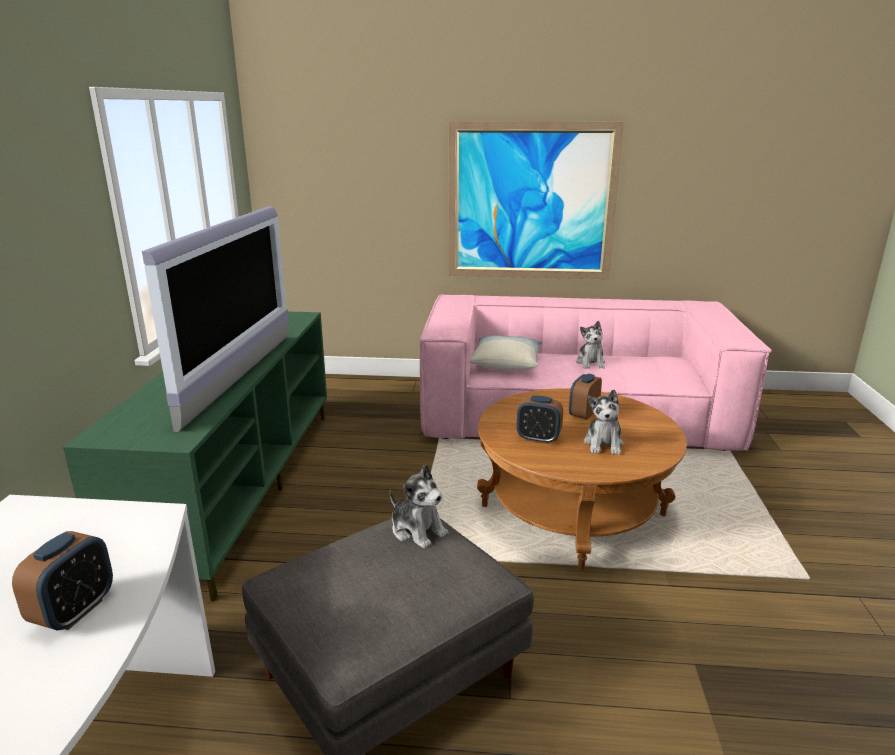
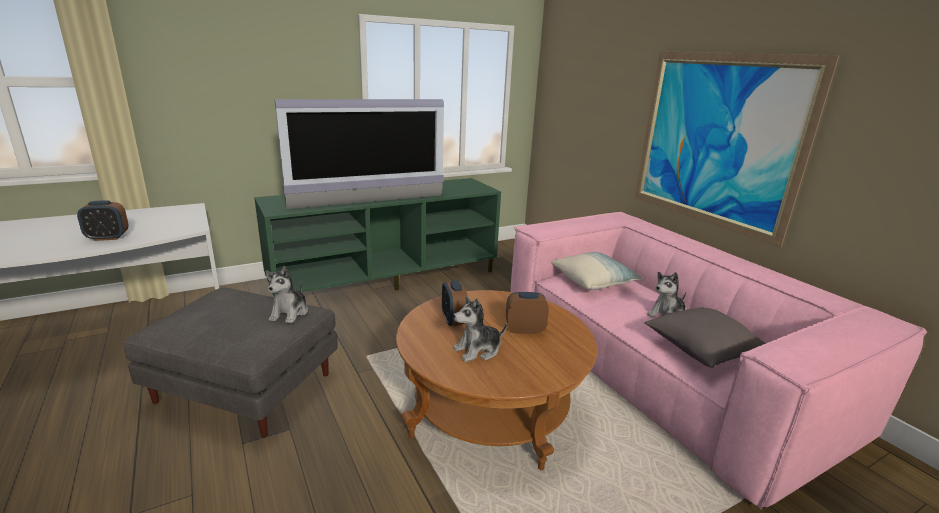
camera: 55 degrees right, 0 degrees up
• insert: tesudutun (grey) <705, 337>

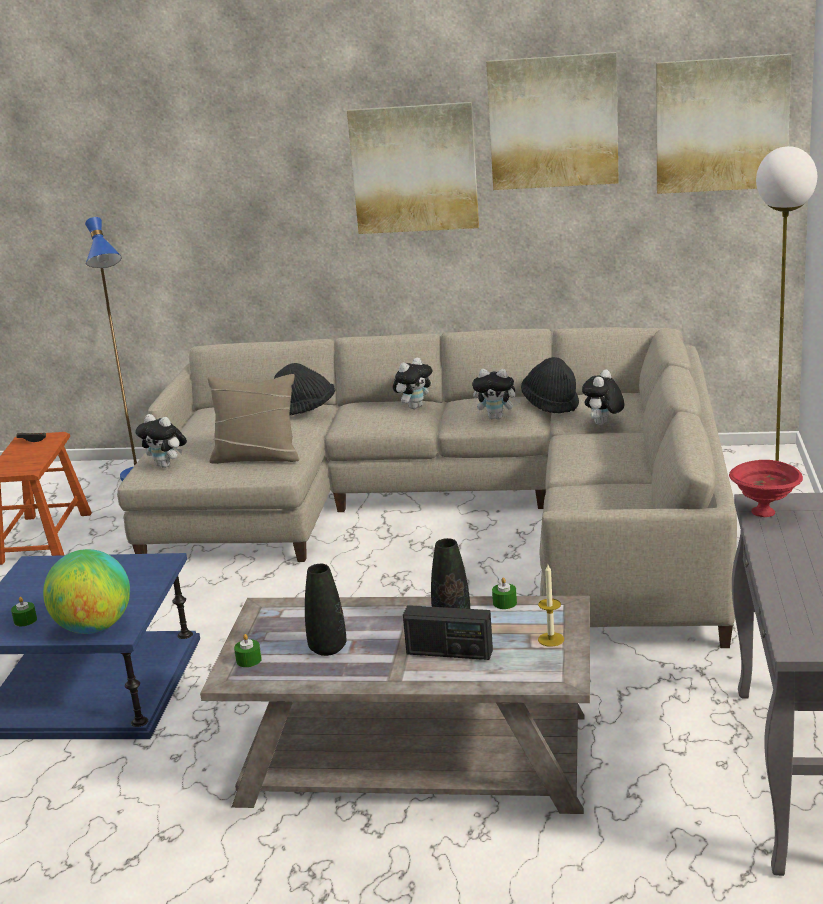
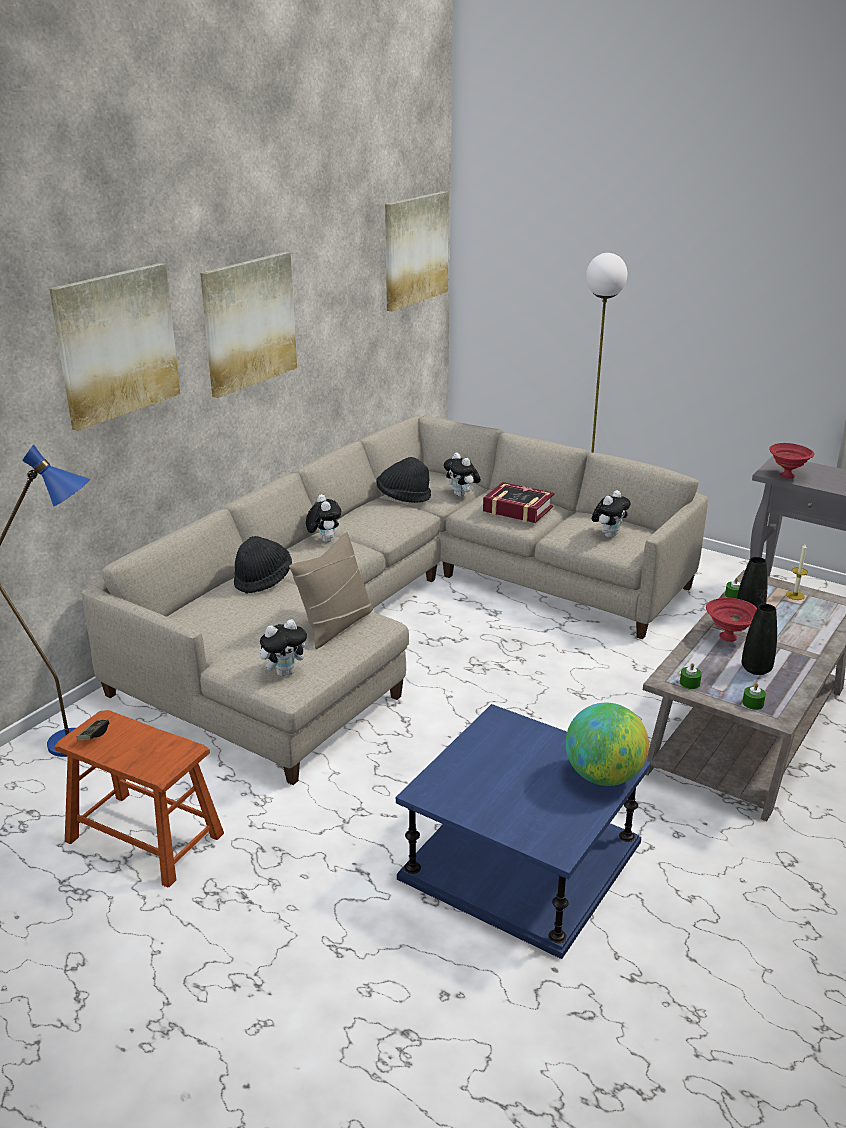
camera: 65 degrees left, 5 degrees up
• move: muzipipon <552, 121> to <114, 347>
• move: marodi <496, 394> to <611, 514>
• move: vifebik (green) <24, 611> to <691, 676>
• delete: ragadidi <448, 632>
• insert: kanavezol <518, 502>
• insert: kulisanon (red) <731, 620>

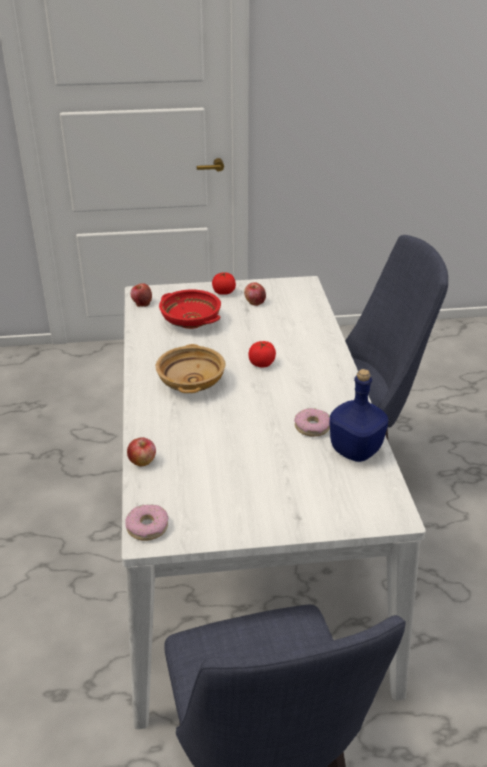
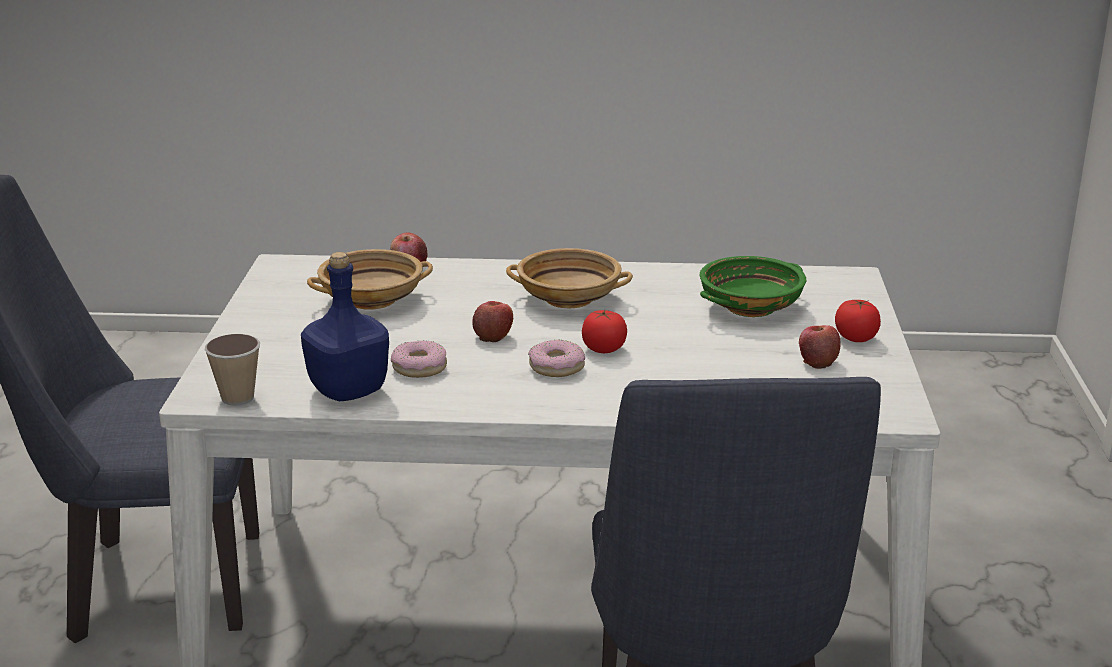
camera: 100 degrees right, 10 degrees down
• move: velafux <141, 295> to <492, 321>
• recolor: kulisanon (red) <190, 309> to kulisanon (green) <753, 286>
• move: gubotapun <146, 522> to <556, 358>
• insert: kulisanon (beige) <370, 279>
• insert: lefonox <232, 370>

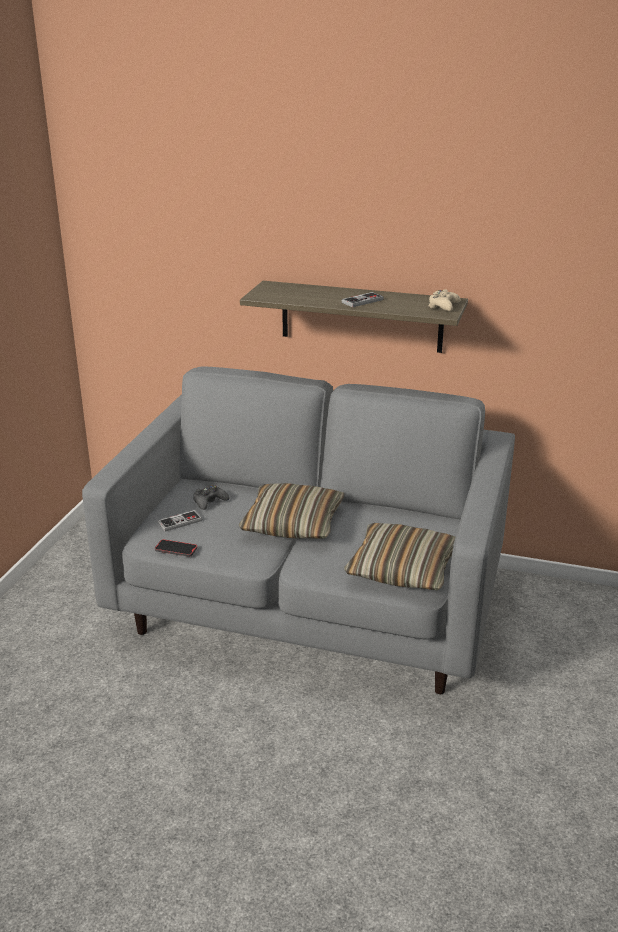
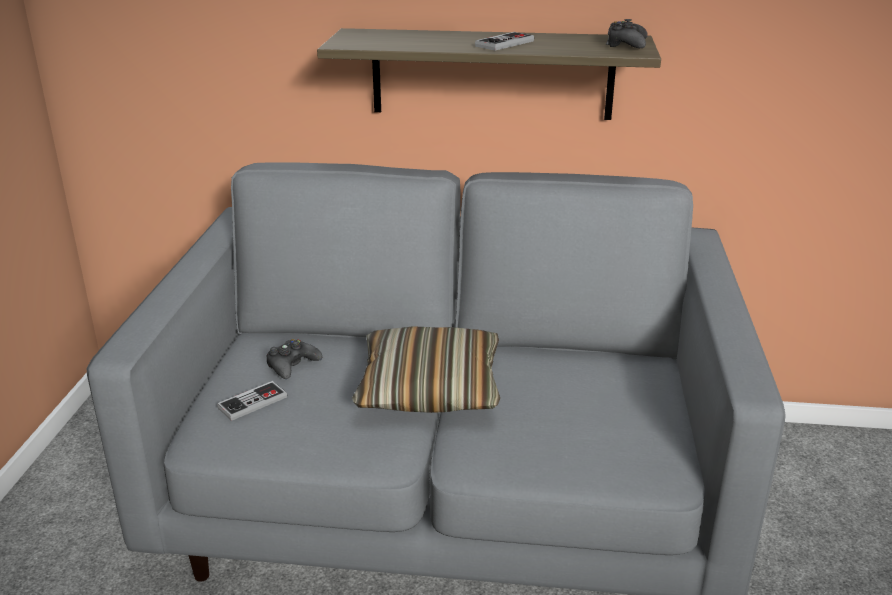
camera: 10 degrees left, 0 degrees up
• recolor: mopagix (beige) <444, 300> to mopagix (black) <627, 33>
• delete: tesudutun <400, 556>
• delete: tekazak <176, 548>

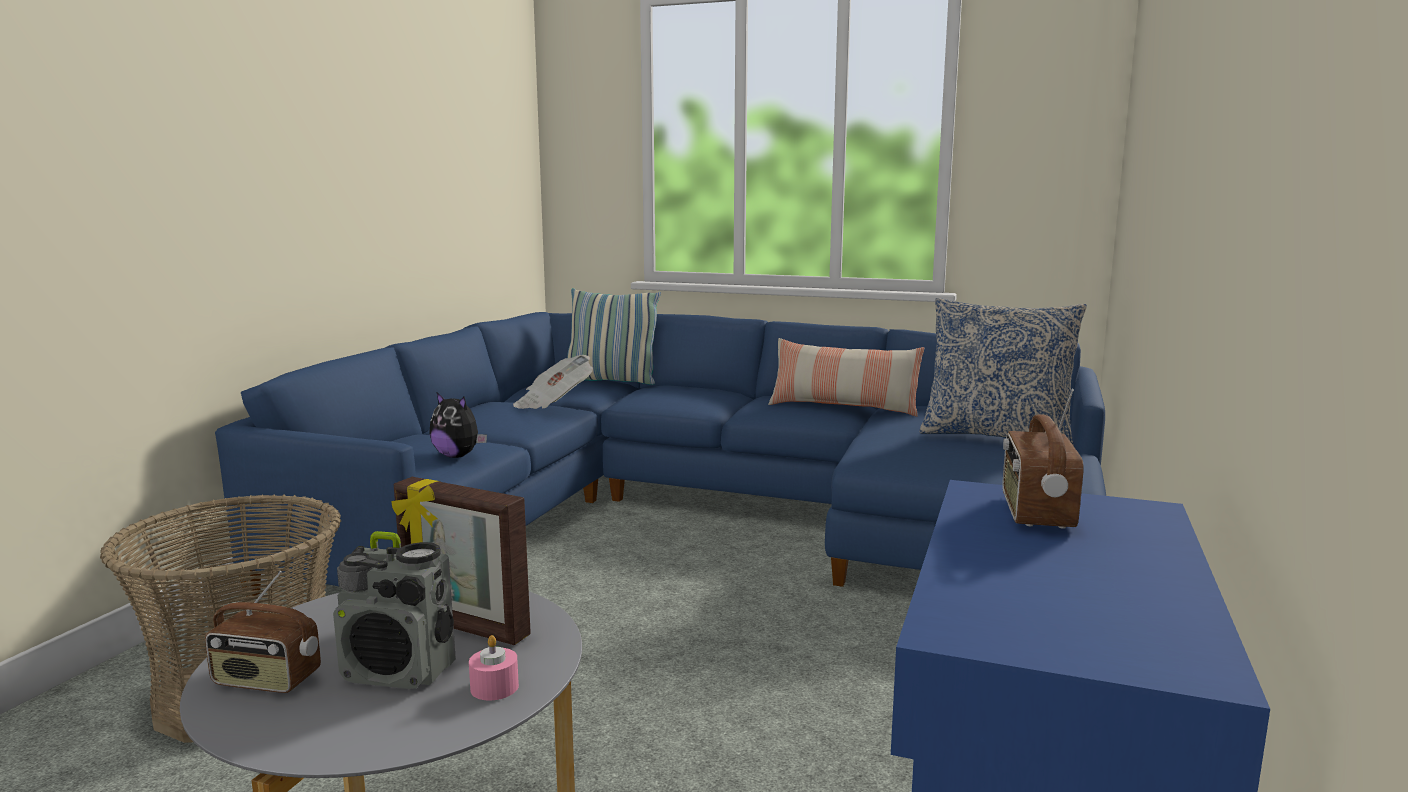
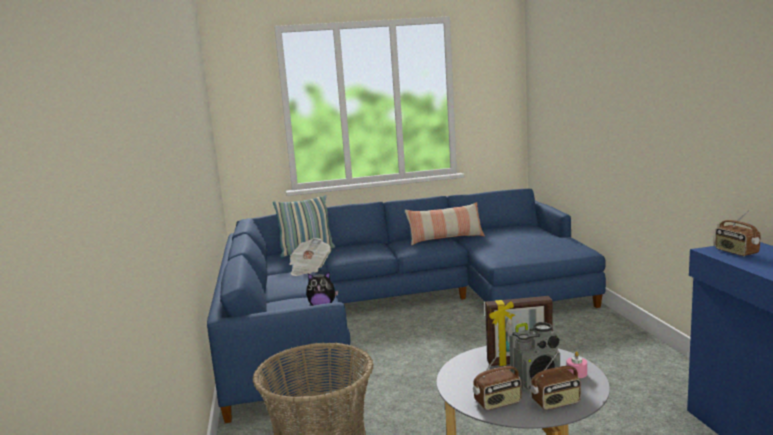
camera: 30 degrees left, 0 degrees up
• delete: tesudutun <1003, 372>
• insert: ragadidi <556, 380>

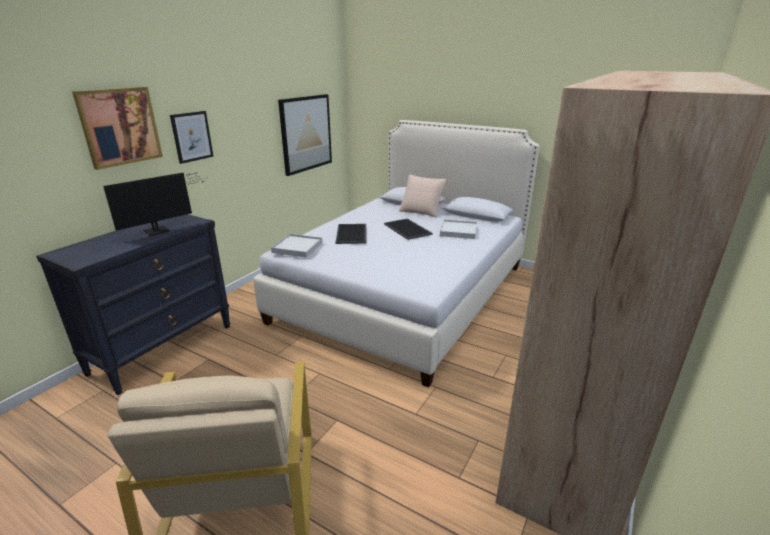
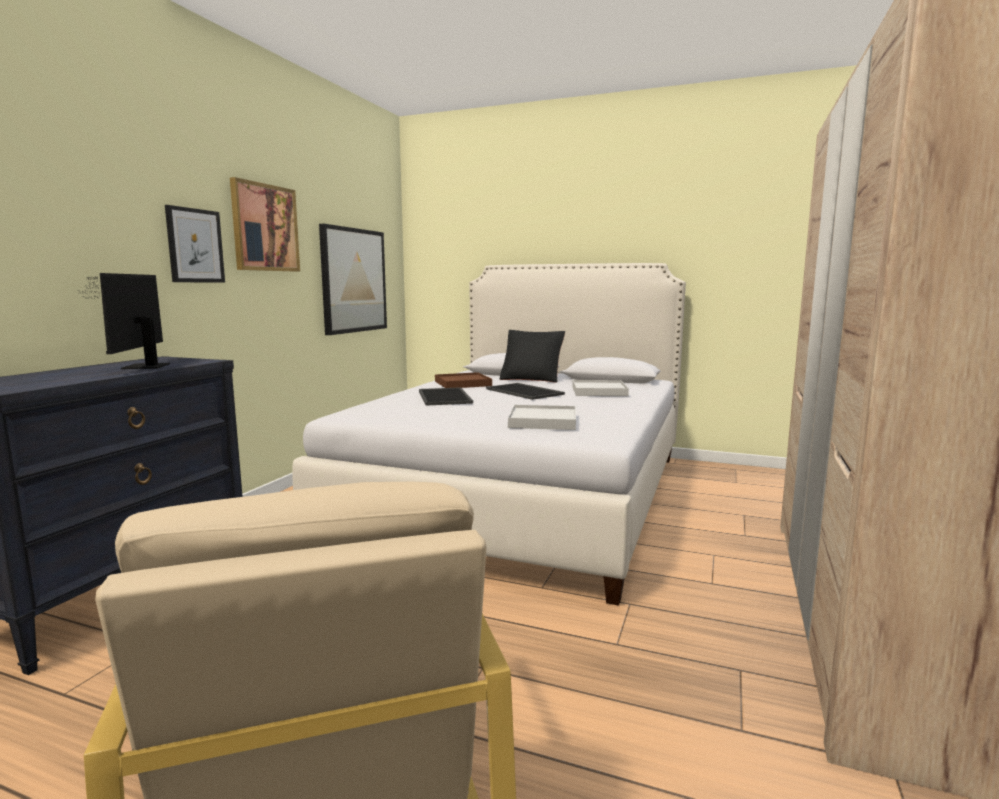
camera: 10 degrees left, 15 degrees down
• move: muzipipon <117, 128> to <265, 224>
• rotate: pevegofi <154, 204> = <124, 321> 135 degrees clockwise
• recolor: tesudutun (beige) <423, 195> to tesudutun (black) <532, 356>
• move: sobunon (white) <297, 246> to <542, 417>
• insert: sobunon (brown) <463, 380>

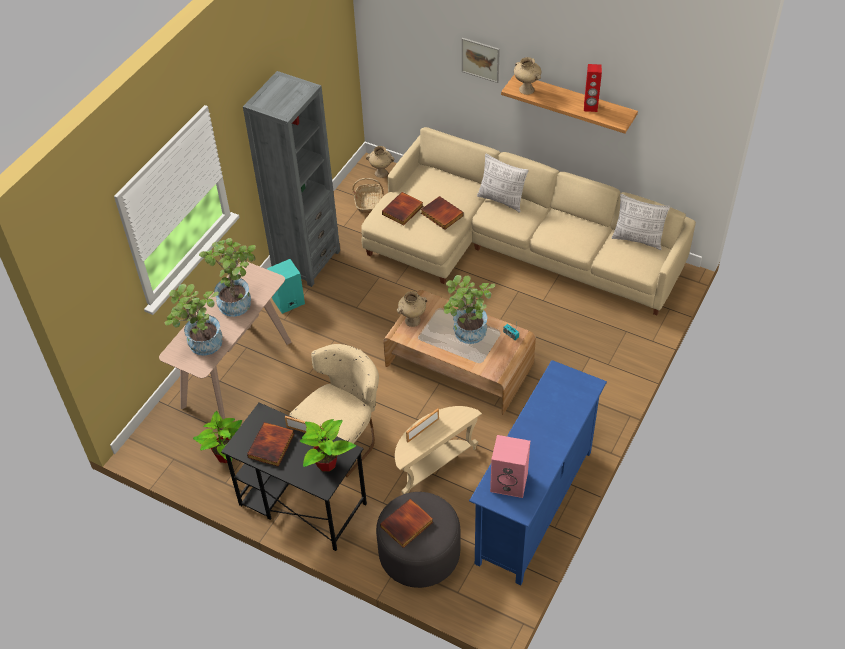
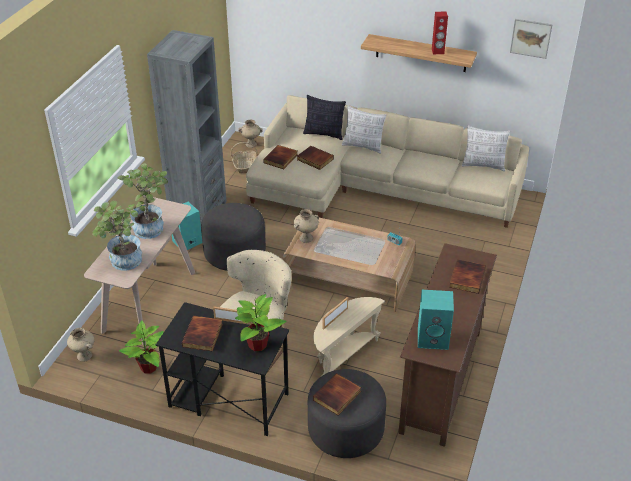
camera: 10 degrees left, 10 degrees down
• move: muzipipon <481, 60> to <531, 39>
• move: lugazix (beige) <527, 76> to <81, 345>
• delete: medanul <469, 309>
• recolor: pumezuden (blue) <538, 472> to pumezuden (brown) <447, 345>
• recolor: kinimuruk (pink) <510, 466> to kinimuruk (turquoise) <436, 320>
• insert: tesudutun <324, 117>
• insert: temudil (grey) <233, 237>
• insert: kanavezol <467, 276>

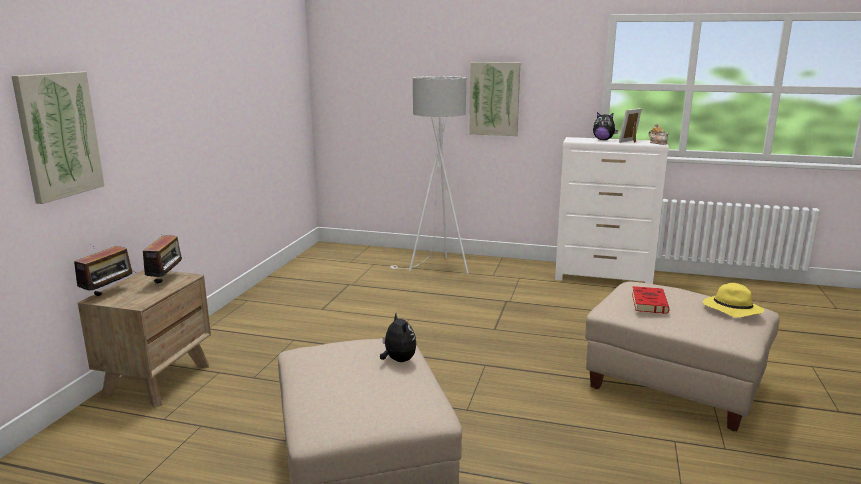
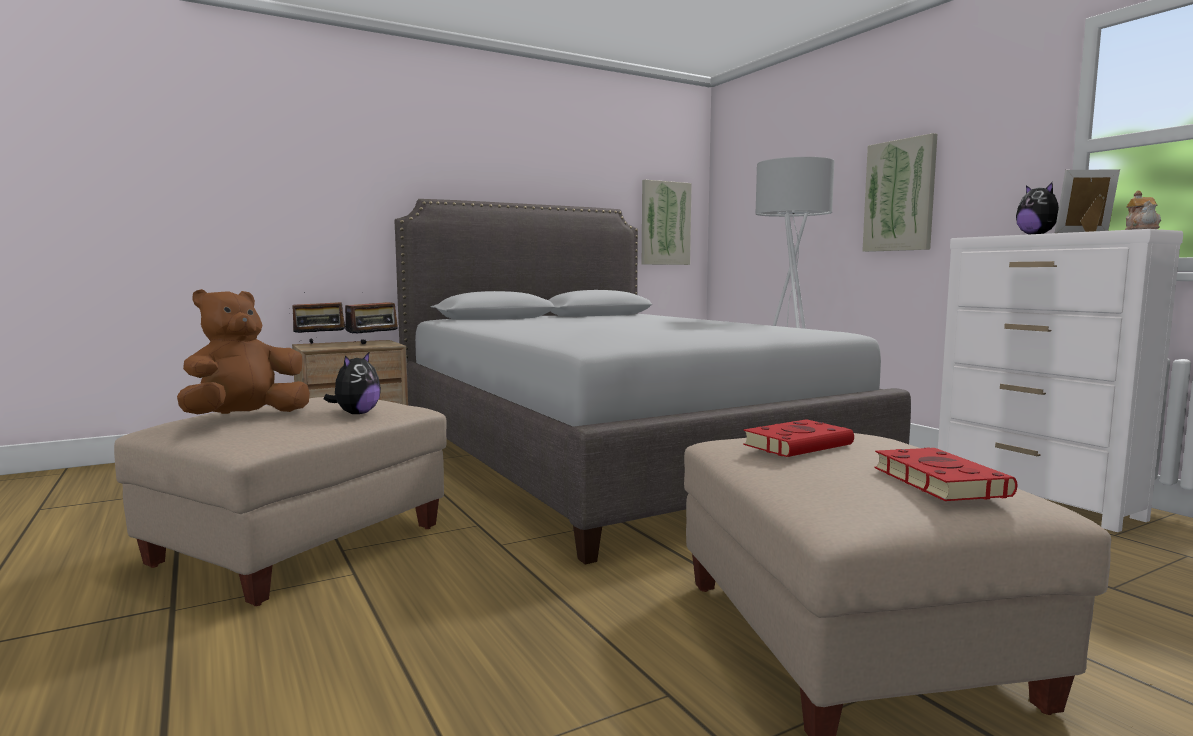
camera: 45 degrees right, 10 degrees down
• move: muzipipon <58, 138> to <667, 222>
• replace: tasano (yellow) <733, 300> to kanavezol (red) <945, 474>
• insert: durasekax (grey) <653, 381>
• insert: marodi (brown) <243, 351>

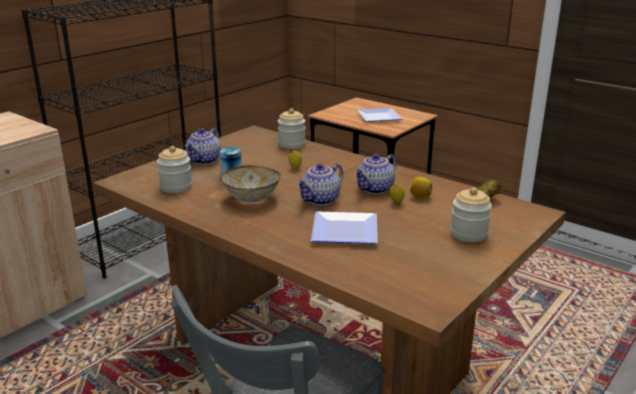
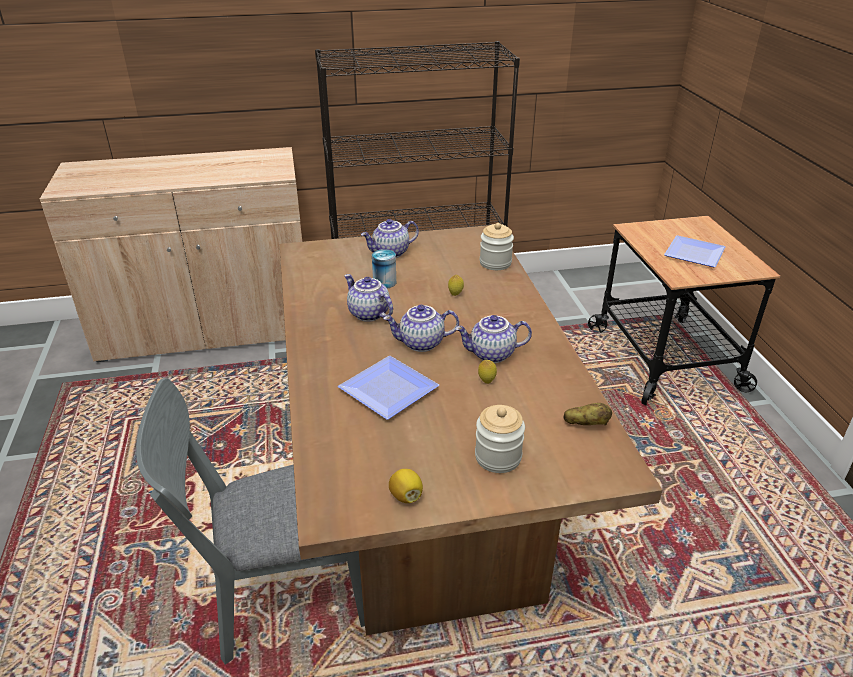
camera: 40 degrees right, 10 degrees up
• delete: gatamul <174, 169>
• replace: kulisanon <251, 184> to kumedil <368, 298>
• move: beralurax <421, 187> to <406, 486>

